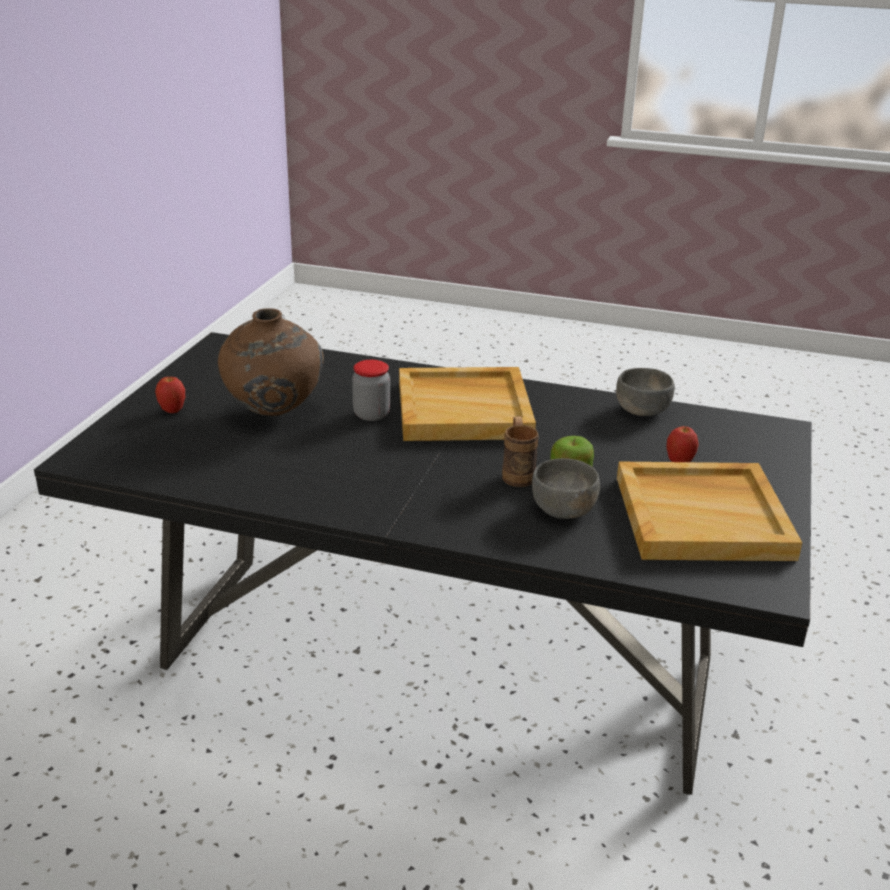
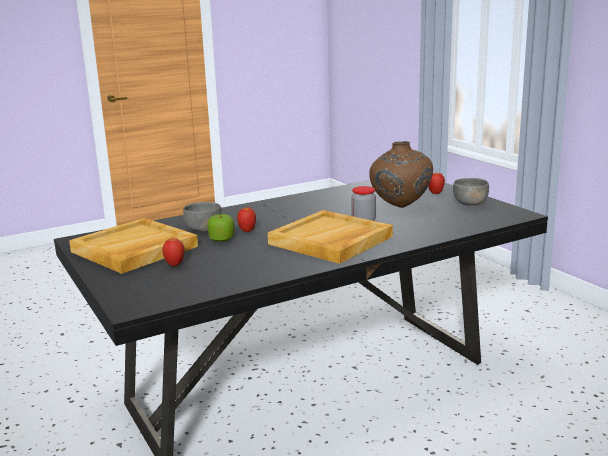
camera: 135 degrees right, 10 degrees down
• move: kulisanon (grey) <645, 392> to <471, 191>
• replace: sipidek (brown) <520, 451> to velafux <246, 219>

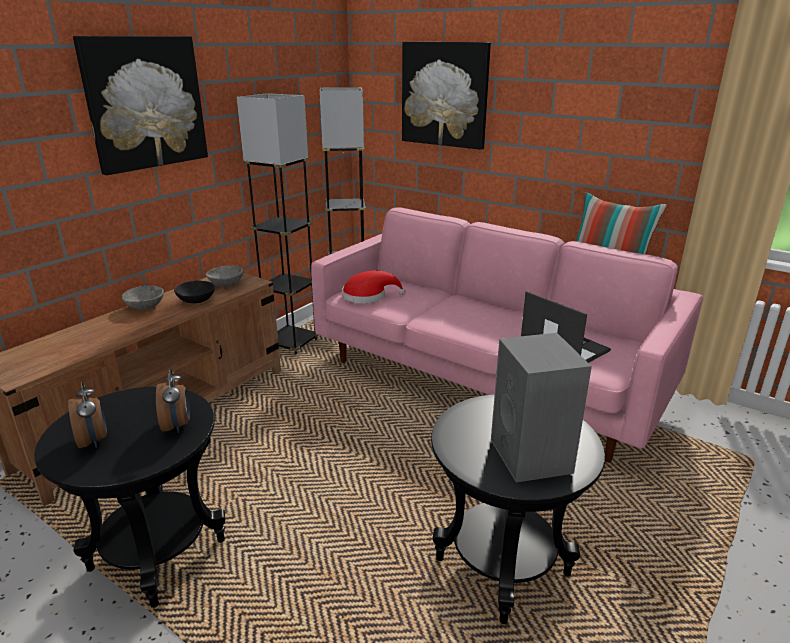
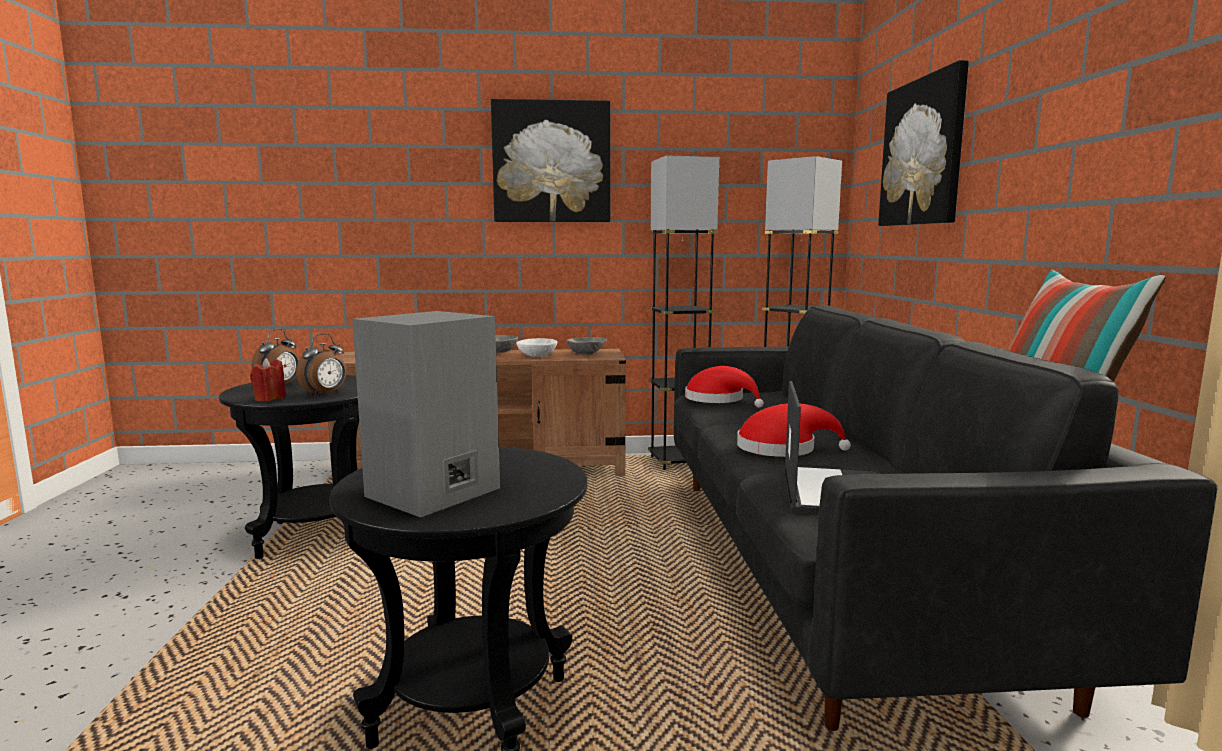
camera: 50 degrees right, 15 degrees down
• recolor: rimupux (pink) <507, 335> to rimupux (black) <946, 518>
• recolor: kulisanon (black) <194, 292> to kulisanon (white) <536, 347>
• insert: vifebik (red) <268, 379>
• insert: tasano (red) <794, 430>

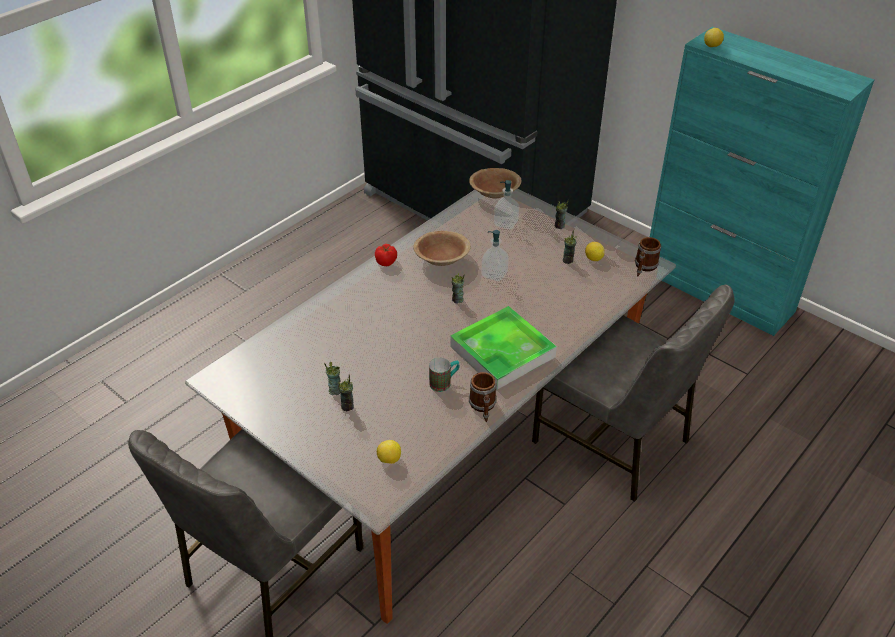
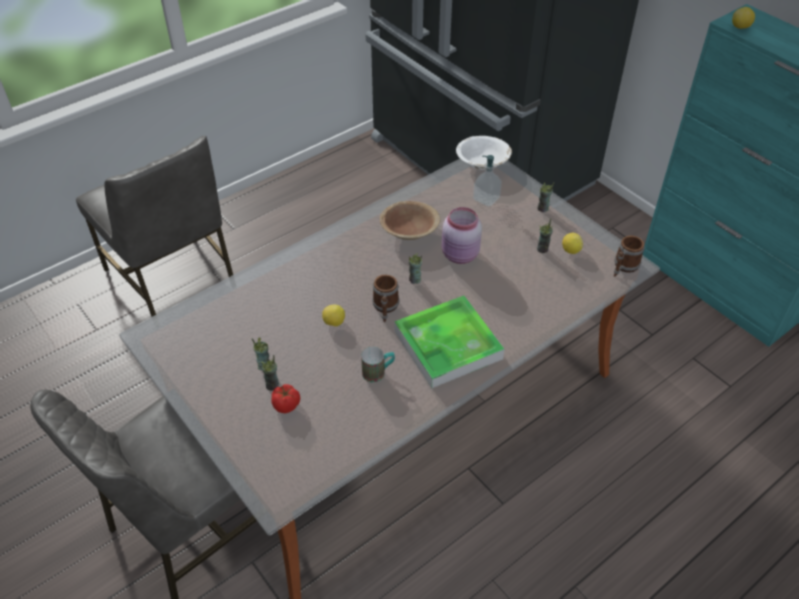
camera: 10 degrees right, 5 degrees up
• recolor: kulisanon (brown) <495, 183> to kulisanon (white) <484, 153>
• replace: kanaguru <495, 255> to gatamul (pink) <462, 235>
• move: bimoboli <386, 255> to <286, 398>
• move: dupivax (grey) <633, 393> to <154, 226>
• move: sipidek <483, 397> to <386, 299>
• move: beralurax <389, 452> to <333, 315>

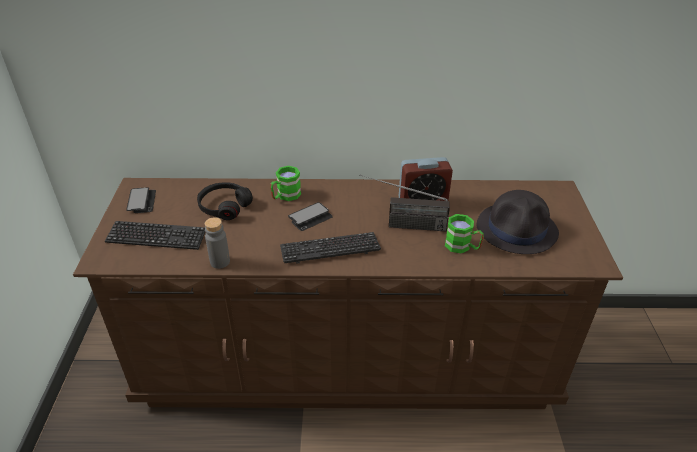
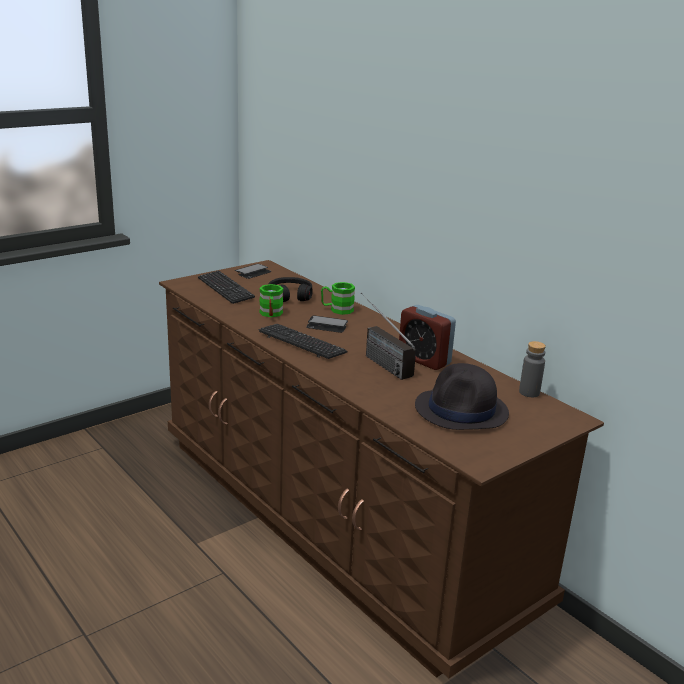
camera: 50 degrees right, 15 degrees down
• move: sipidek (green) <464, 233> to <271, 300>
• move: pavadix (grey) <217, 243> to <532, 369>

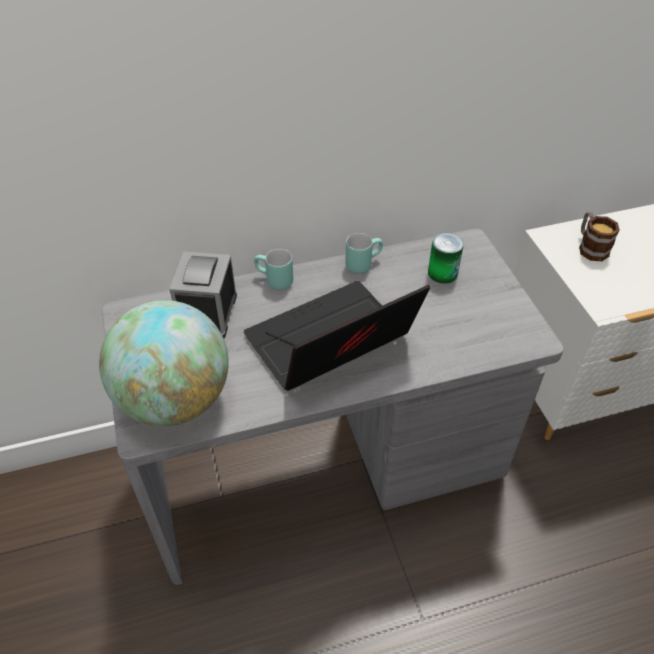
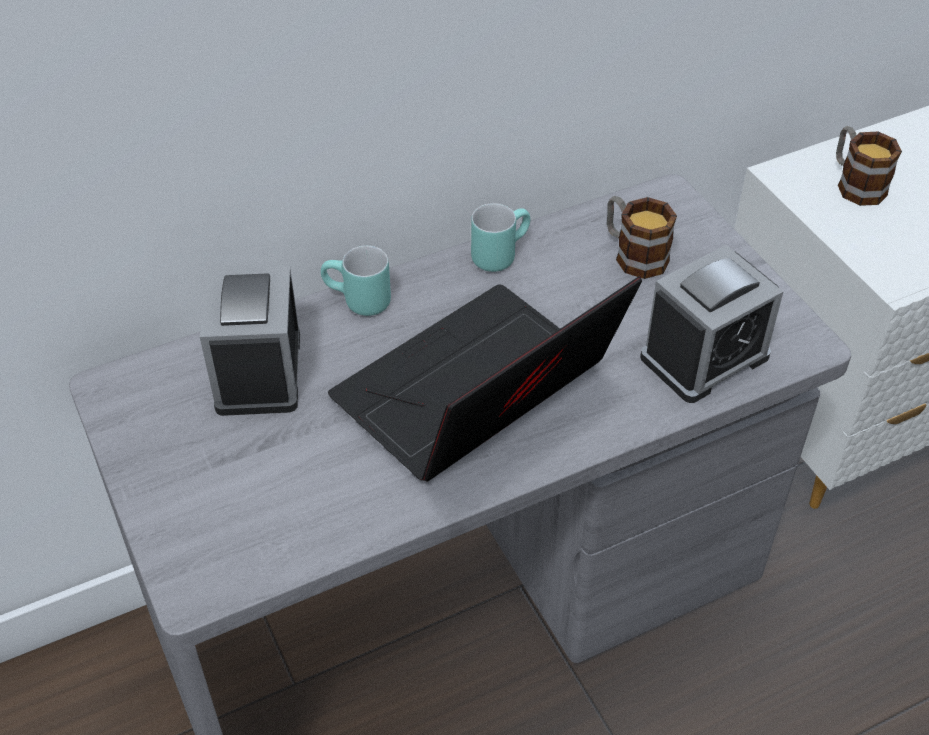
camera: 10 degrees left, 0 degrees up
• replace: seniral <446, 258> to sipidek <642, 237>
• delete: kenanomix <164, 363>
• insert: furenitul <712, 324>

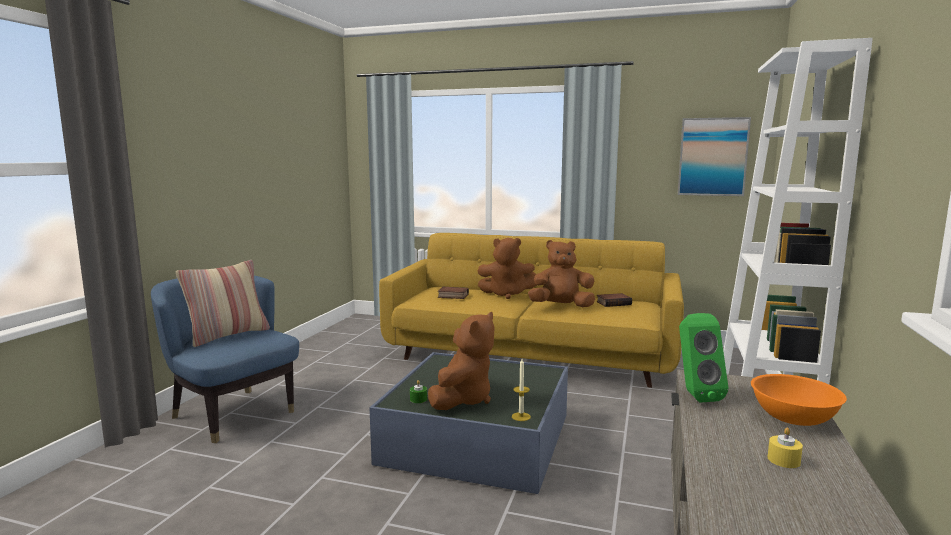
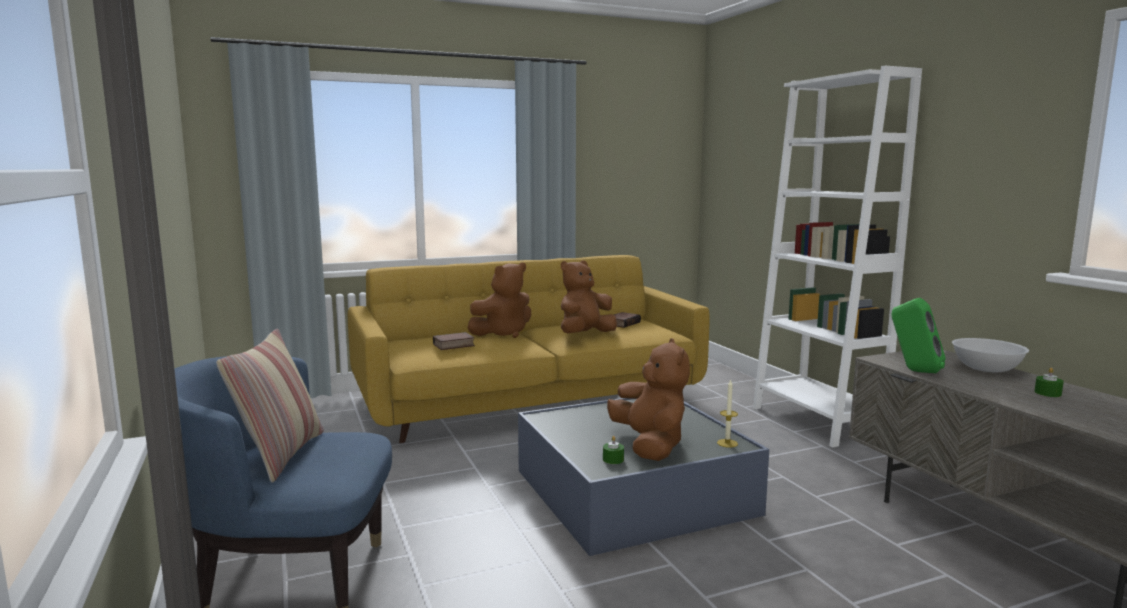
camera: 40 degrees left, 0 degrees up
• delete: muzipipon <714, 156>
• recolor: kulisanon (orange) <799, 400> to kulisanon (white) <990, 355>
• recolor: vifebik (yellow) <785, 447> to vifebik (green) <1049, 382>

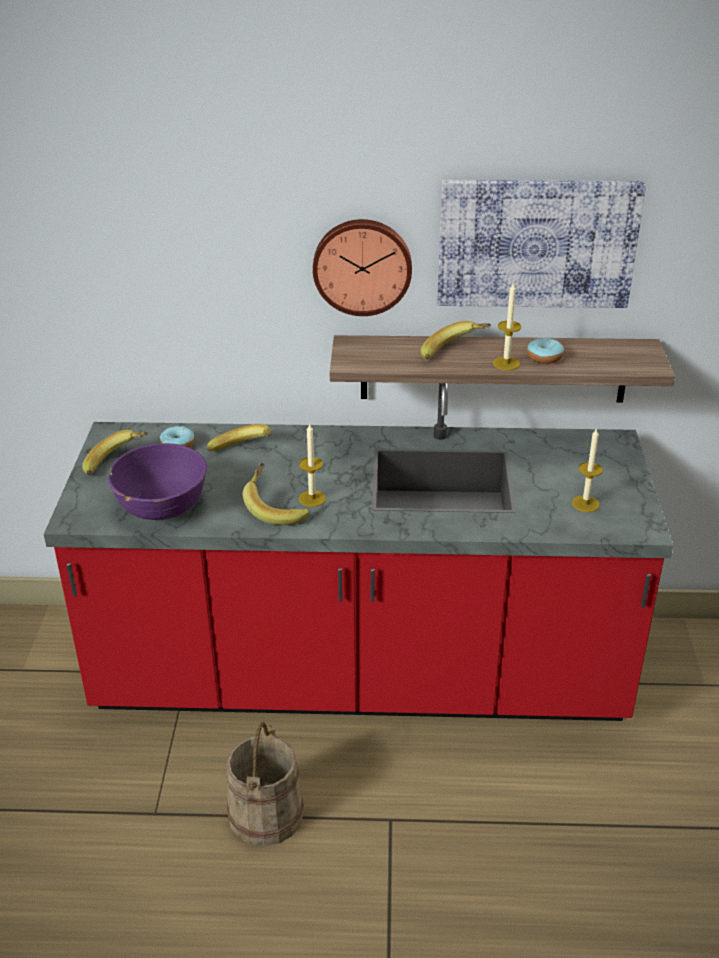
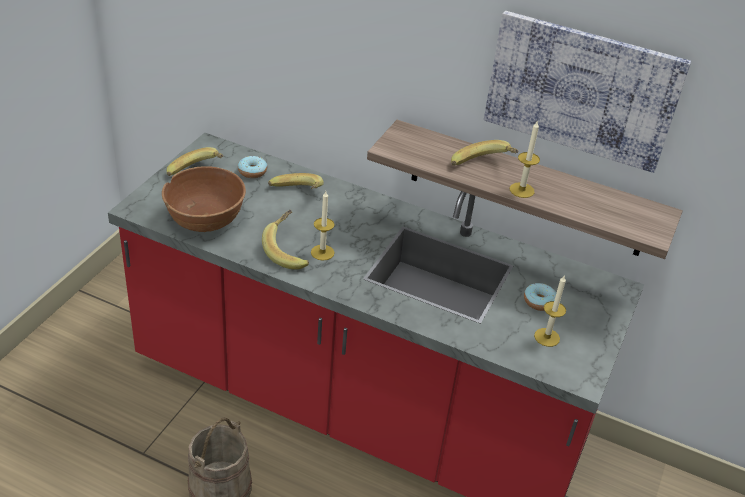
camera: 20 degrees right, 5 degrees up
• delete: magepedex <362, 267>
• move: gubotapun <545, 351> to <540, 297>
• recolor: kulisanon (purple) <157, 481> to kulisanon (brown) <204, 199>

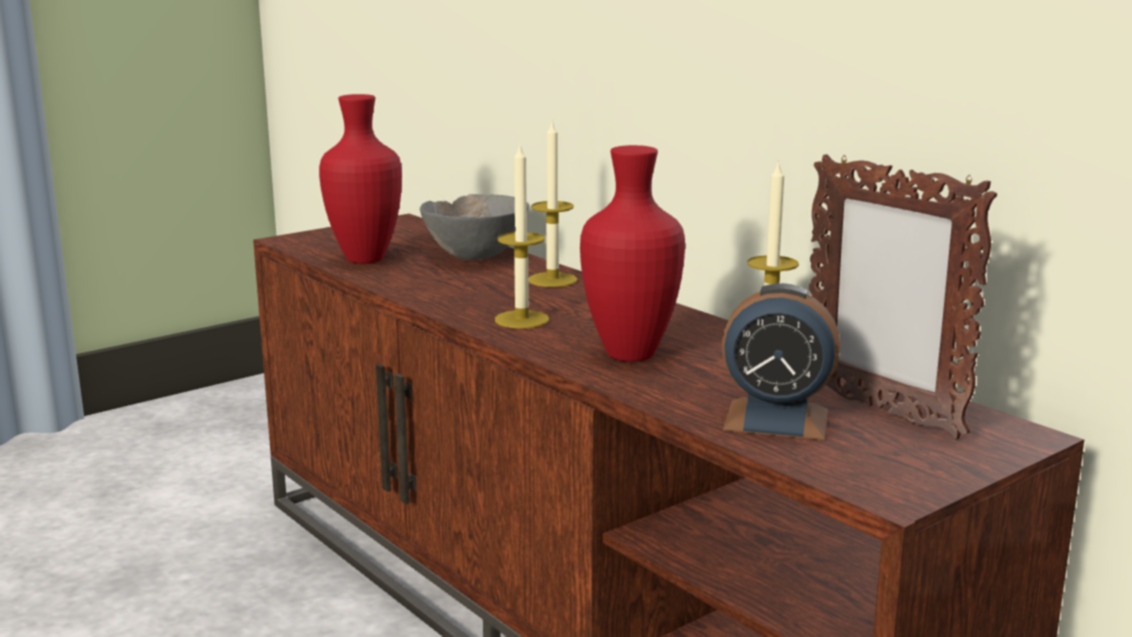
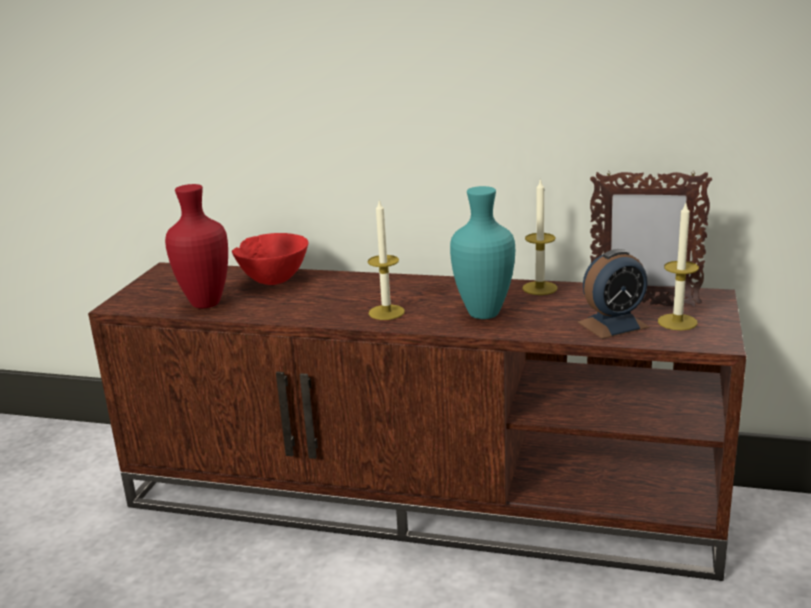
camera: 35 degrees left, 5 degrees up
• move: vifebik <552, 203> to <678, 266>
• recolor: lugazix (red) <632, 253> to lugazix (turquoise) <482, 252>
• recolor: kulisanon (grey) <474, 227> to kulisanon (red) <270, 259>

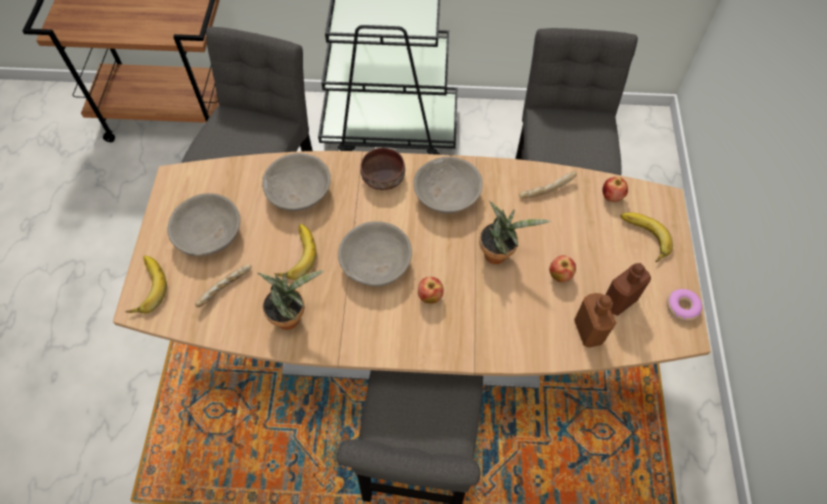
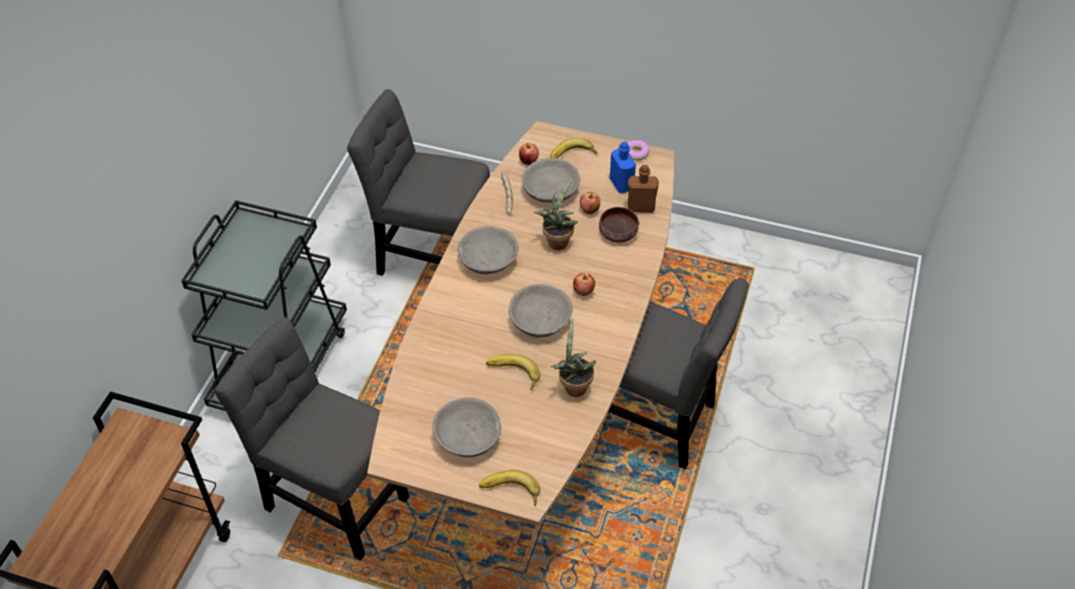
camera: 75 degrees left, 10 degrees down
• move: kulisanon (brown) <382, 169> to <619, 224>
• move: kulisanon (grey) <296, 182> to <551, 180>
• recolor: pavadix (brown) <628, 289> to pavadix (blue) <623, 167>
• delete: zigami <223, 286>

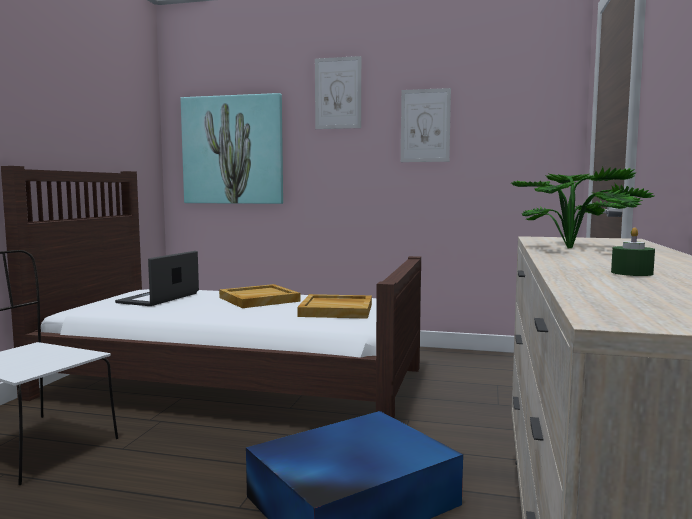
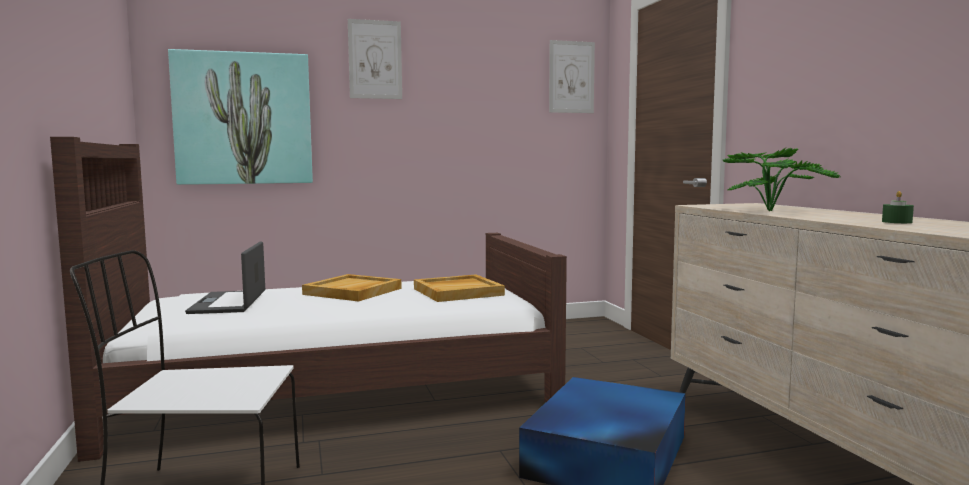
camera: 30 degrees left, 0 degrees up
• move: muzipipon <426, 125> to <572, 76>

